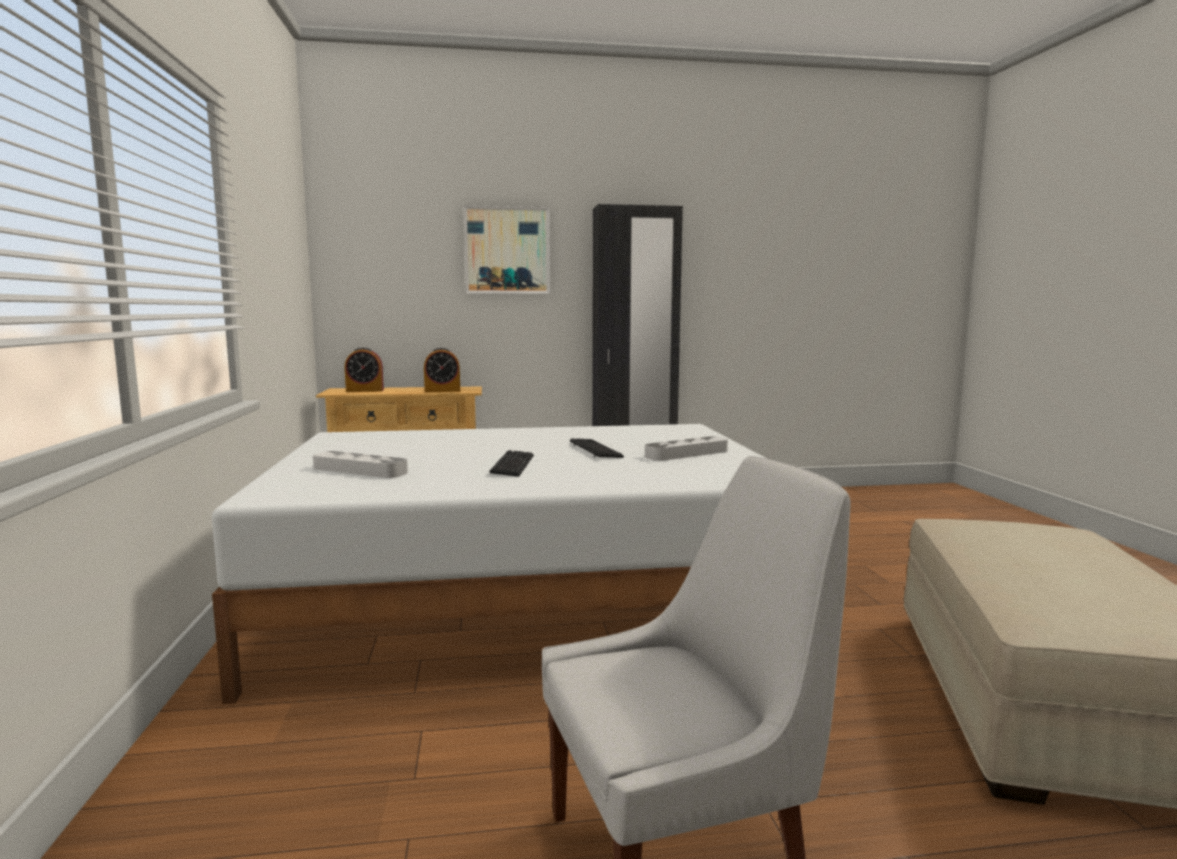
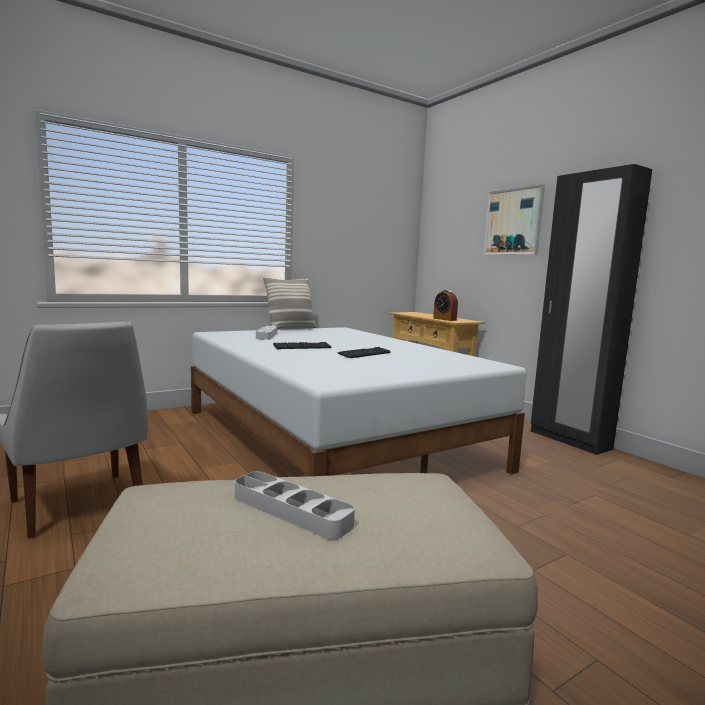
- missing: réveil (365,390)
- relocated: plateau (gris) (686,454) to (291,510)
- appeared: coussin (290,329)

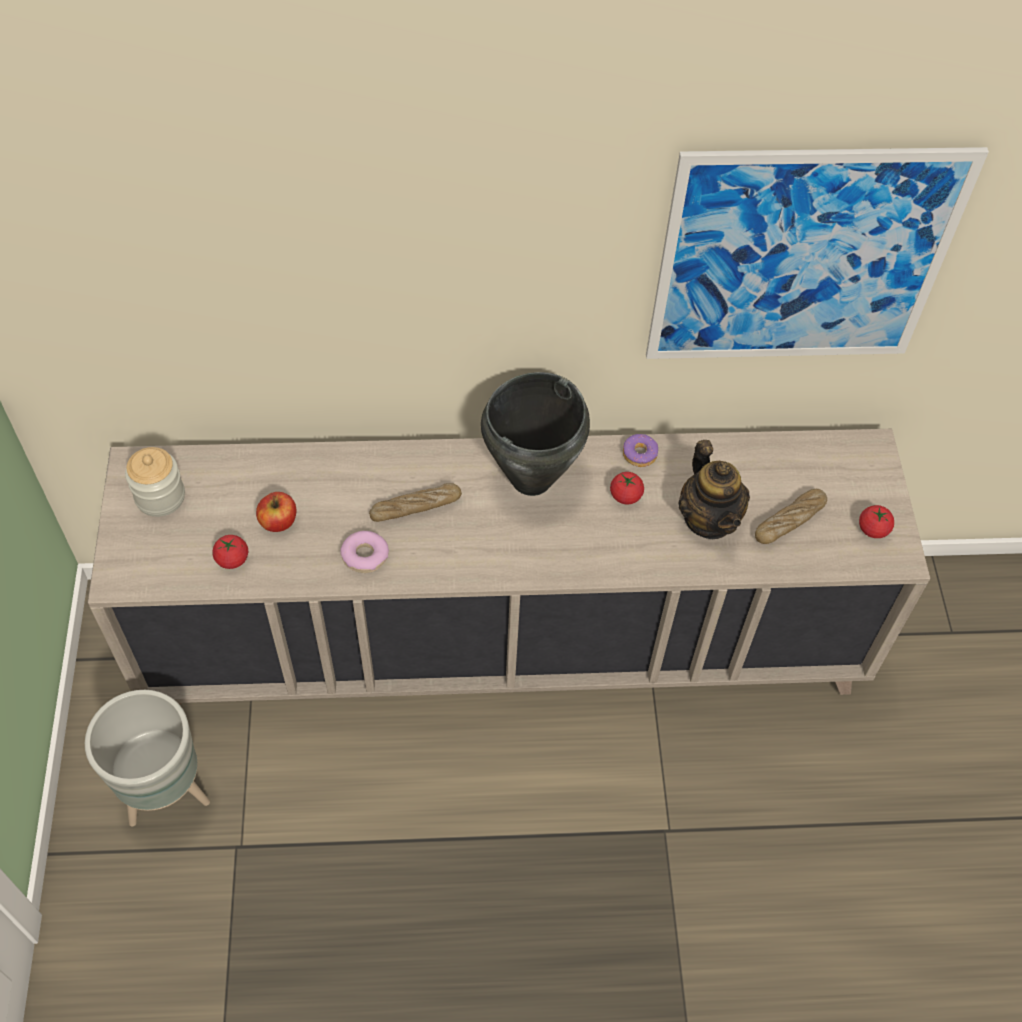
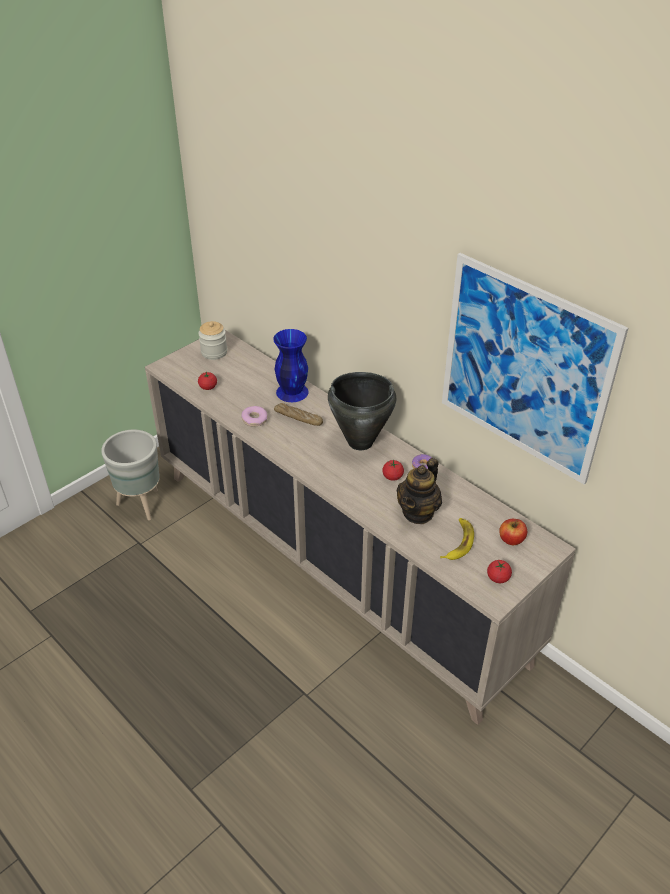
- exchanged: pain (789,520) to banane (458,542)
- relocated: pomme (278,521) to (511,539)
- appeared: vase (bleu) (291,392)

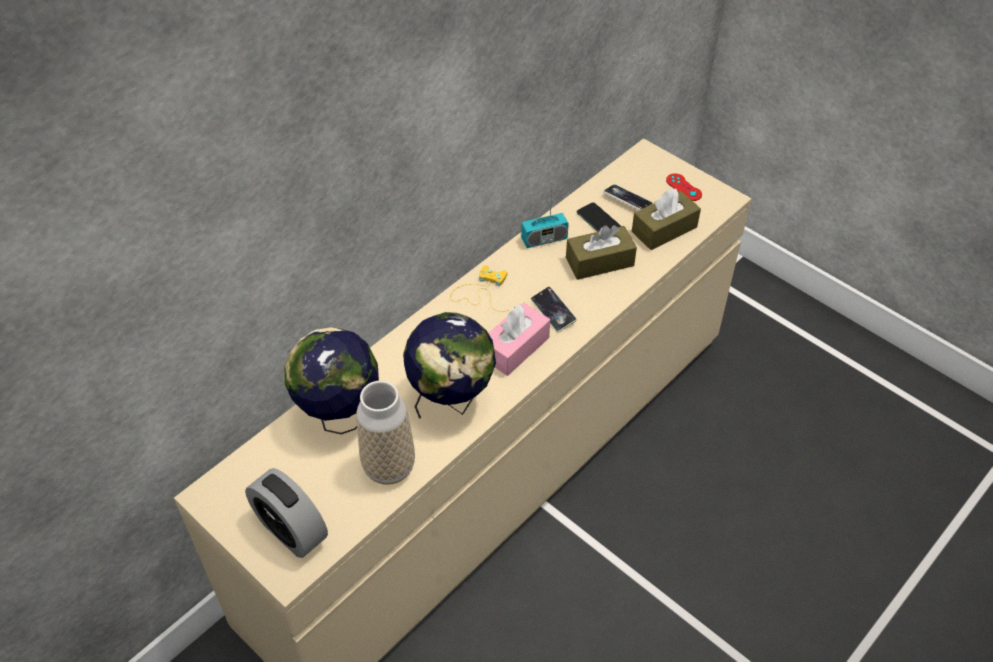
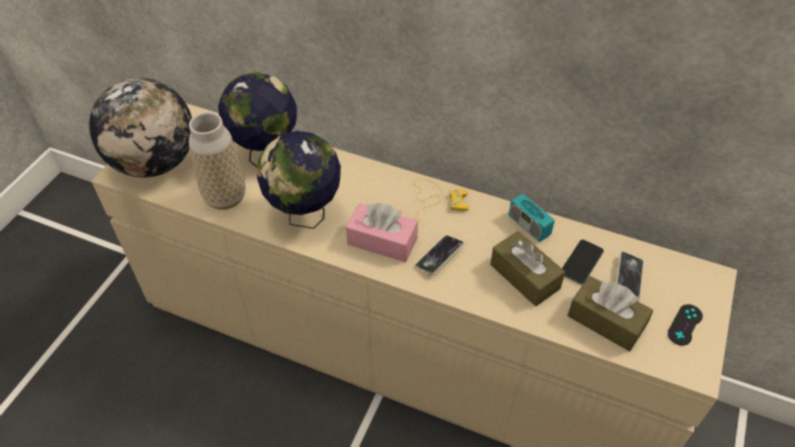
- colour: manette (rouge) (683,187) to manette (noir) (685,325)
- exchanged: réveil (291,530) to globe (155,163)

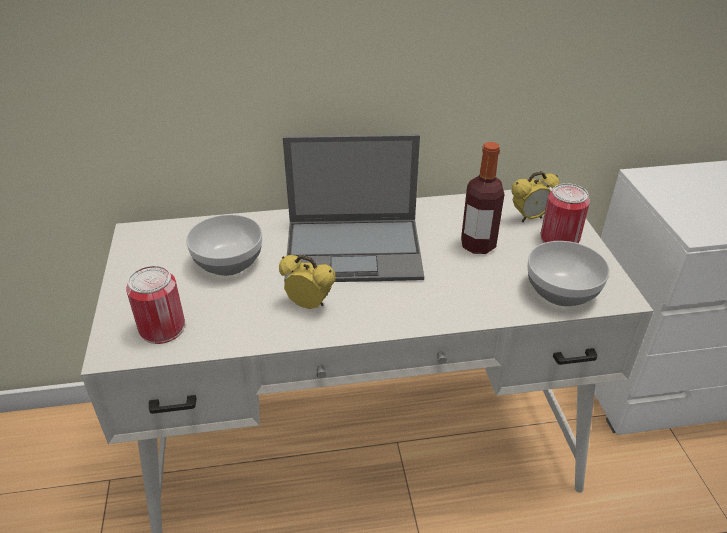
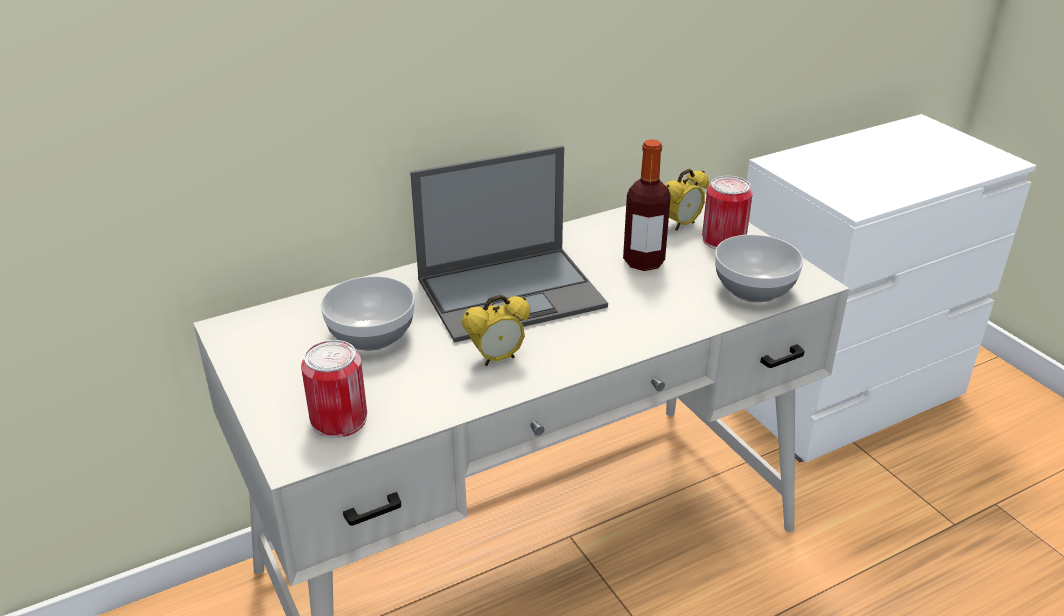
- spun: réveil (309,305) = (497,358) 150 degrees clockwise

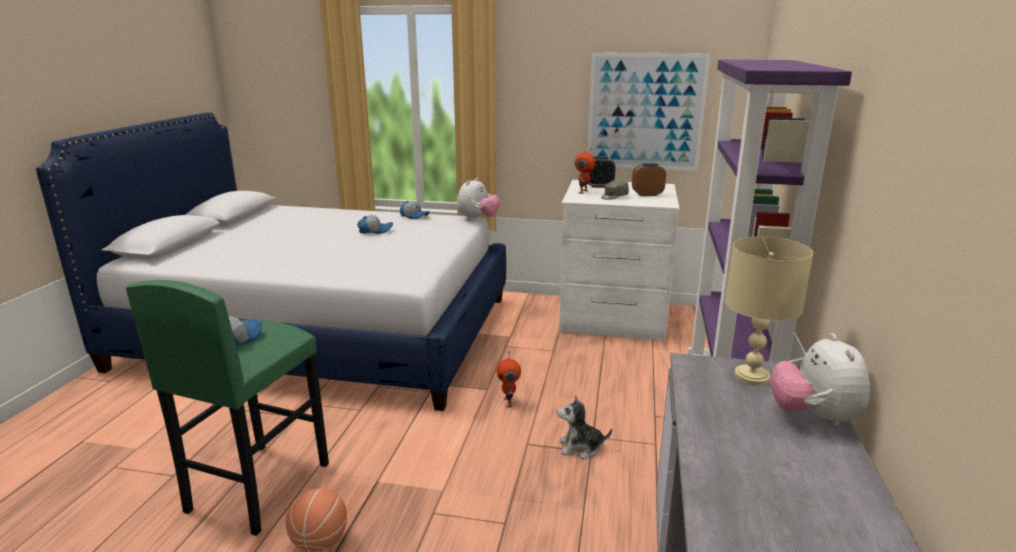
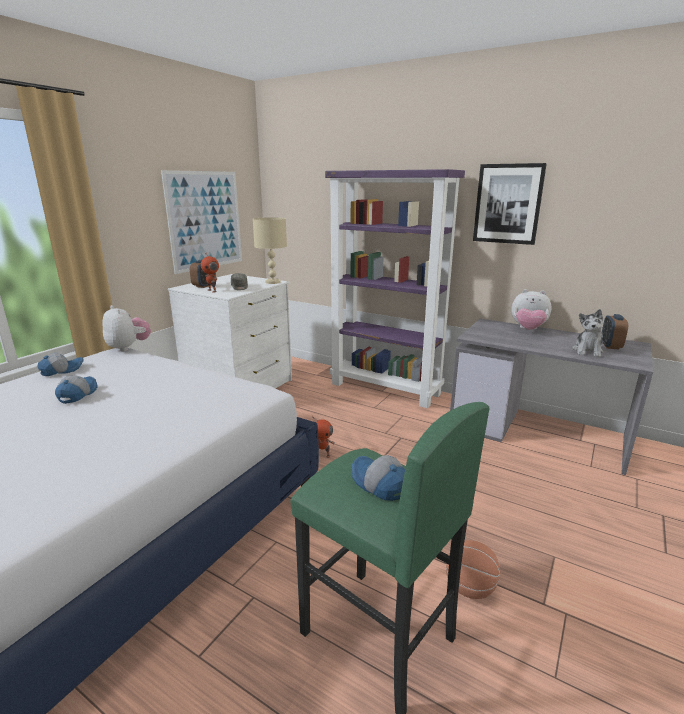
- relocated: réveil (647,194) to (610,346)
- relocated: lampe de table (beige) (751,376) to (272,282)
- relocated: peluche (580,448) to (587,351)
- appeared: tableau (508,204)

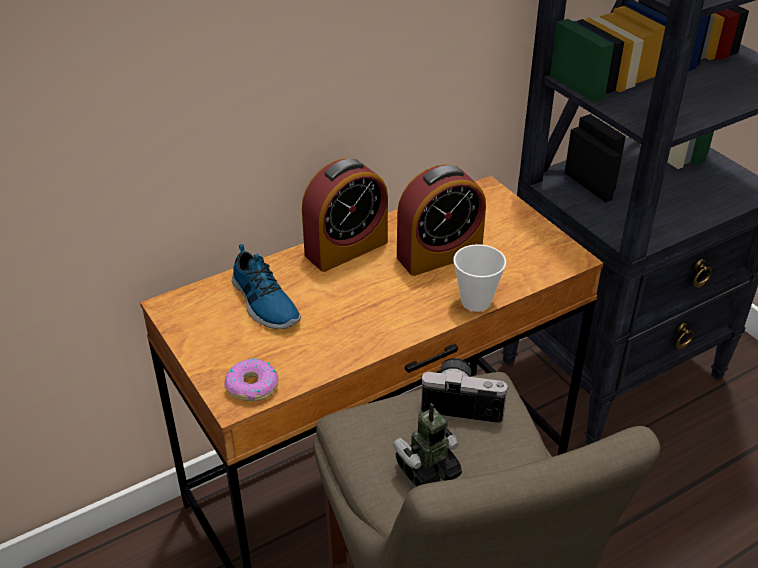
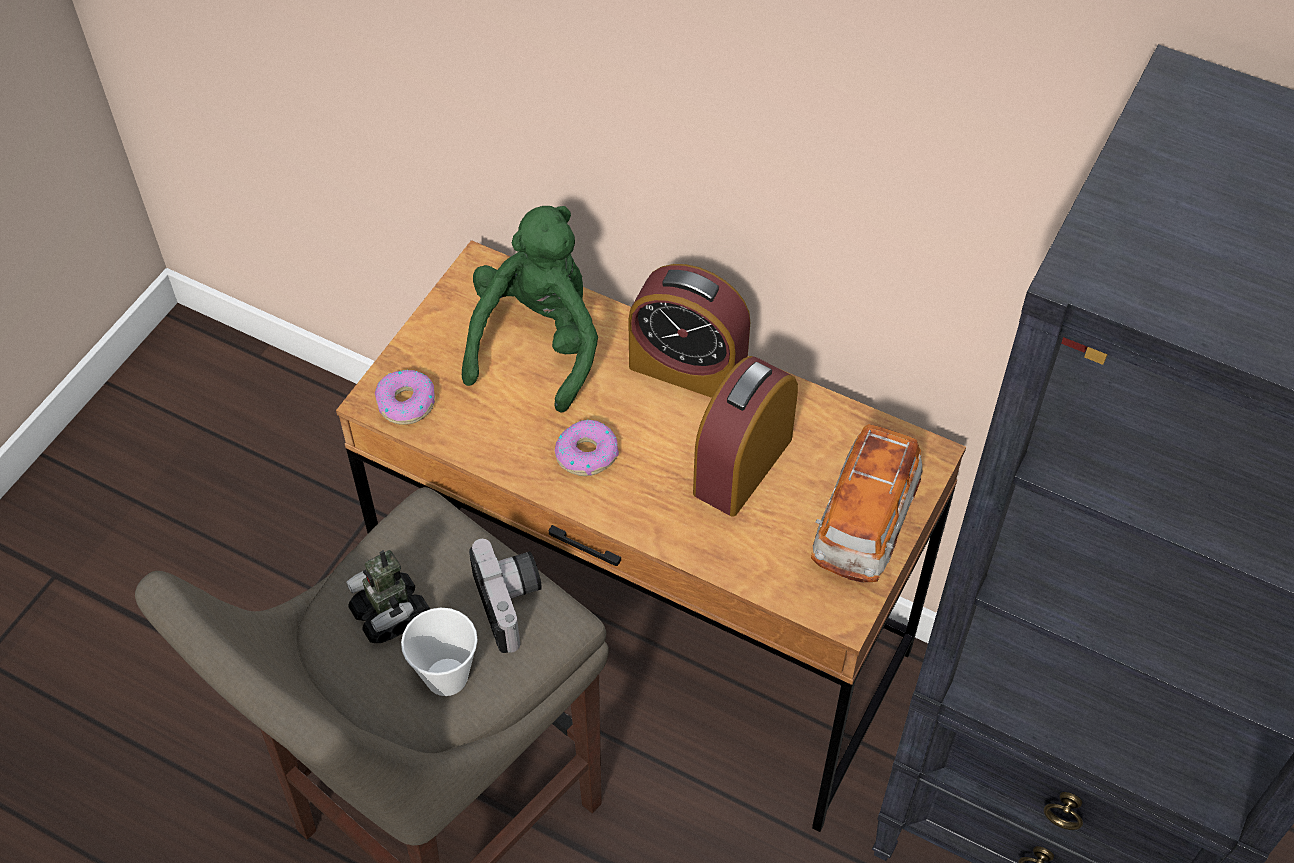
- spun: réveil (439,255) = (743,465) 90 degrees clockwise
- exchanged: chaussure (263,303) to peluche (vert) (538,343)
- relocated: tasse (476,302) to (446,677)
- spun: robot jouet (428,470) = (390,614) 150 degrees counterclockwise
- appeared: beignet (586,454)
- appeared: petite voiture (864,522)

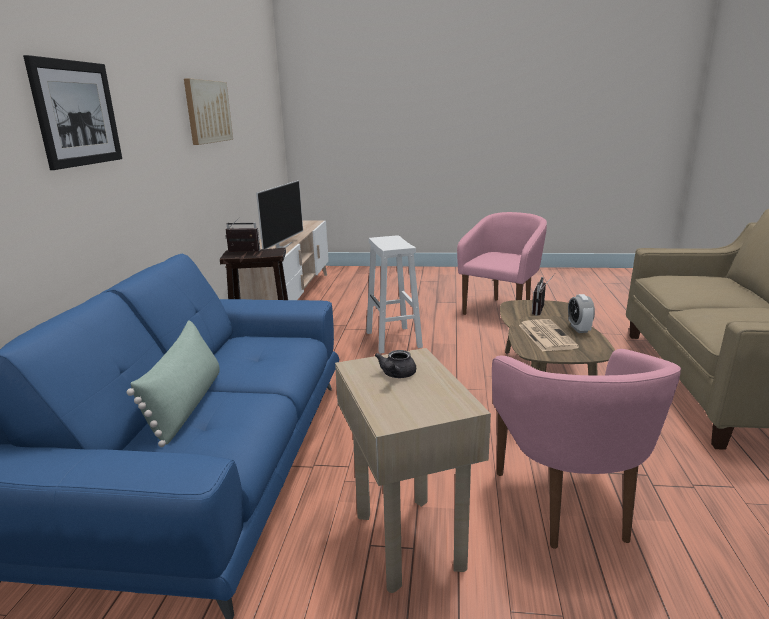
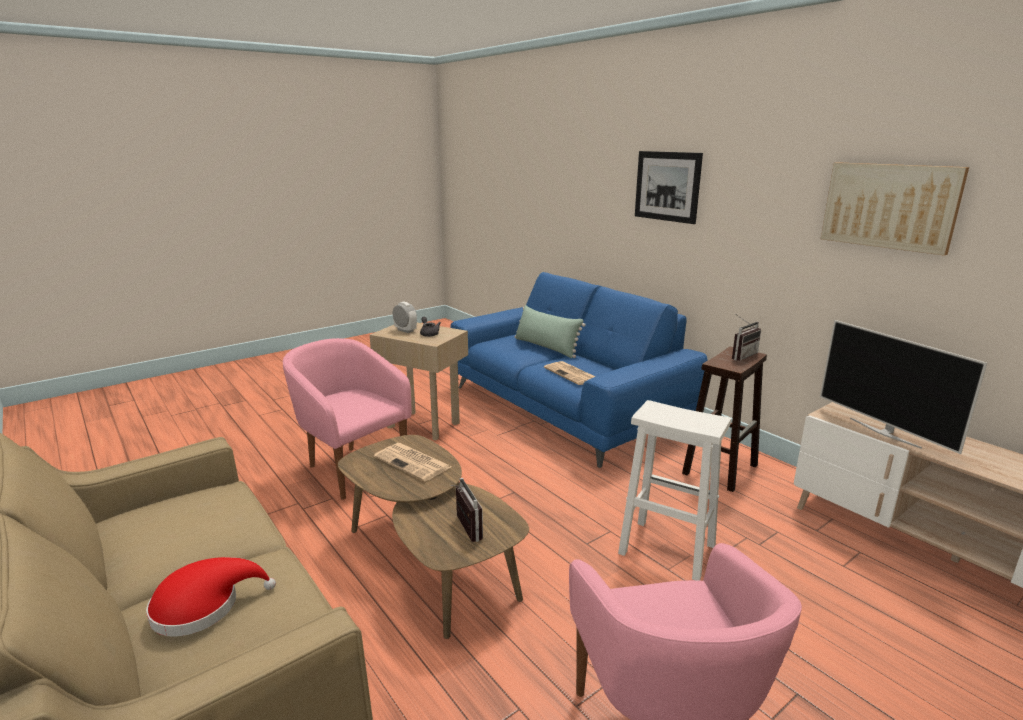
- relocated: réveil (579,329) to (405,330)
- appeared: journal (572,374)
- appeared: chapeau (rouge) (203,606)

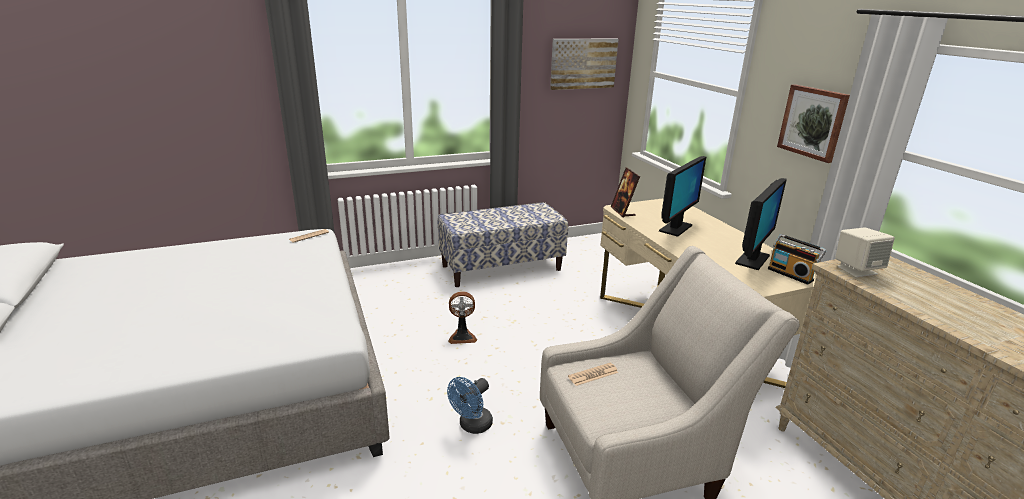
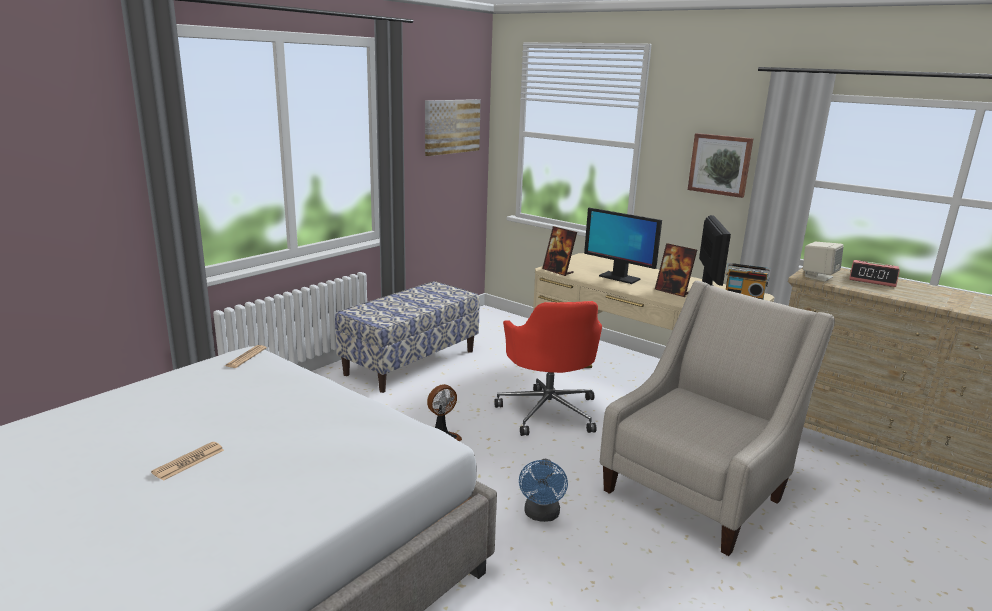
- spun: écran d'ordinateur (675,228) = (619,278) 120 degrees clockwise
- relocated: journal (593,375) to (189,461)
- appeared: cadre photo (672,292)
- appeared: réveil (872,280)
- appeared: chaise de bureau (rouge) (548,411)

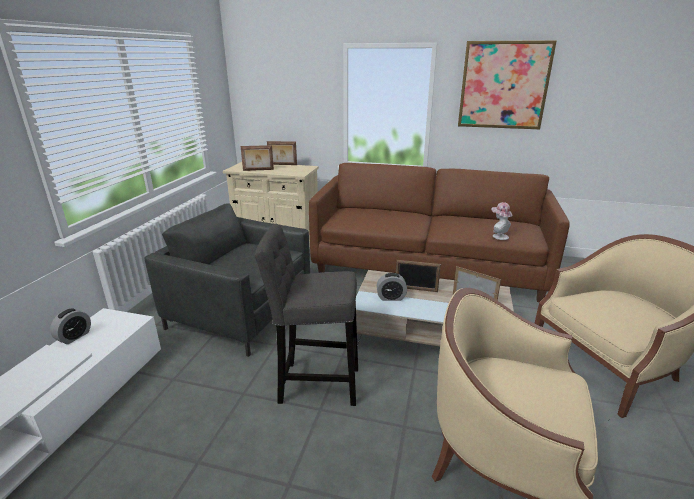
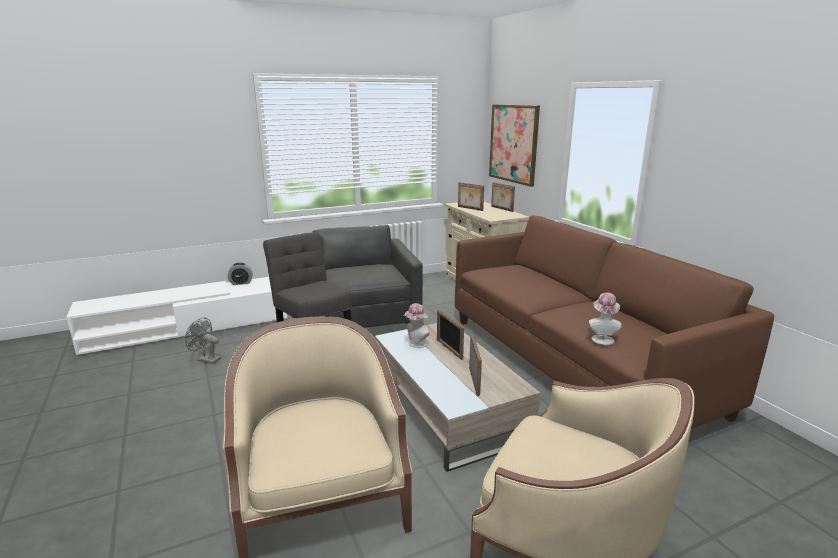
- relocated: tableau (503,85) to (513,143)
- exchanged: réveil (391,297) to chapeau (416,344)
- appeared: ventilateur (gris) (206,359)

